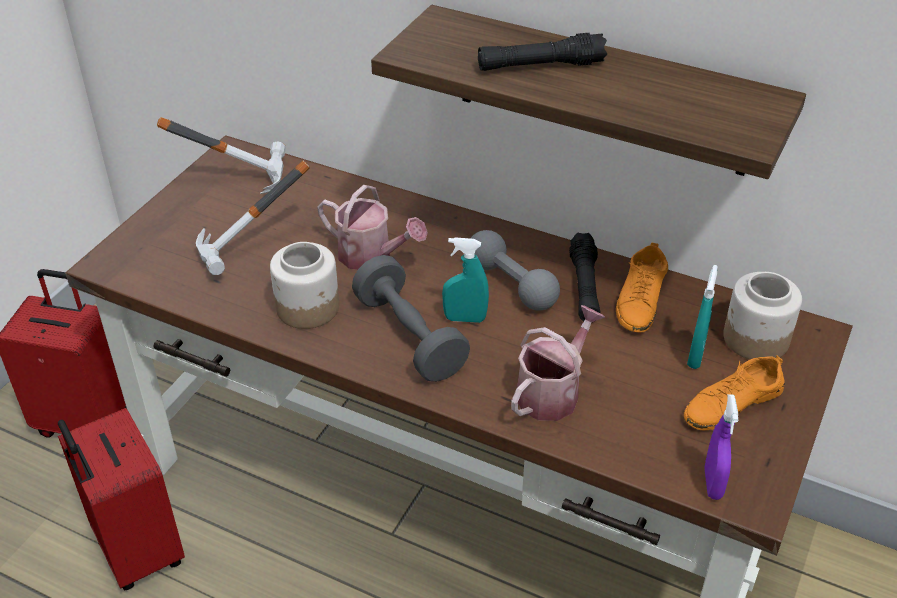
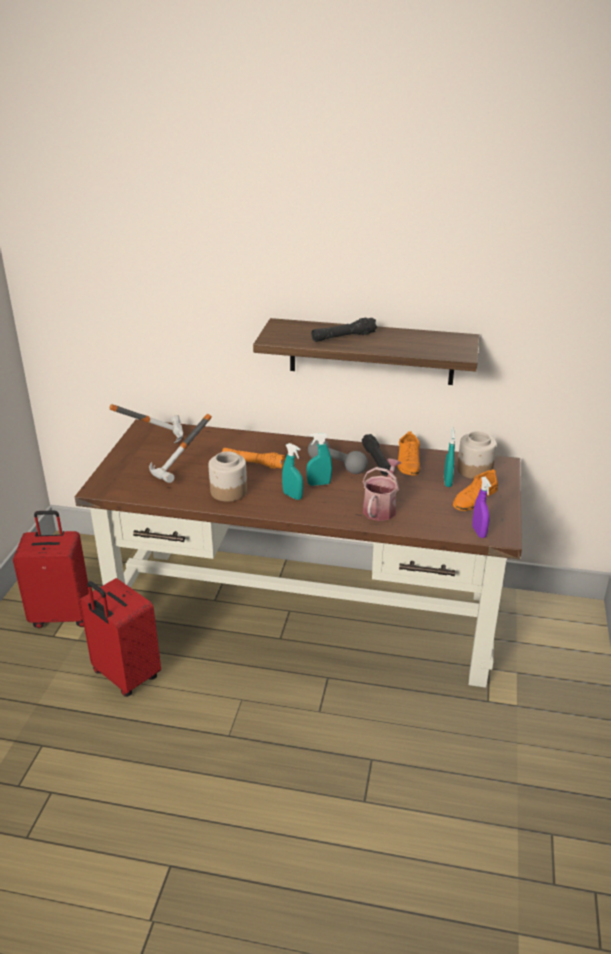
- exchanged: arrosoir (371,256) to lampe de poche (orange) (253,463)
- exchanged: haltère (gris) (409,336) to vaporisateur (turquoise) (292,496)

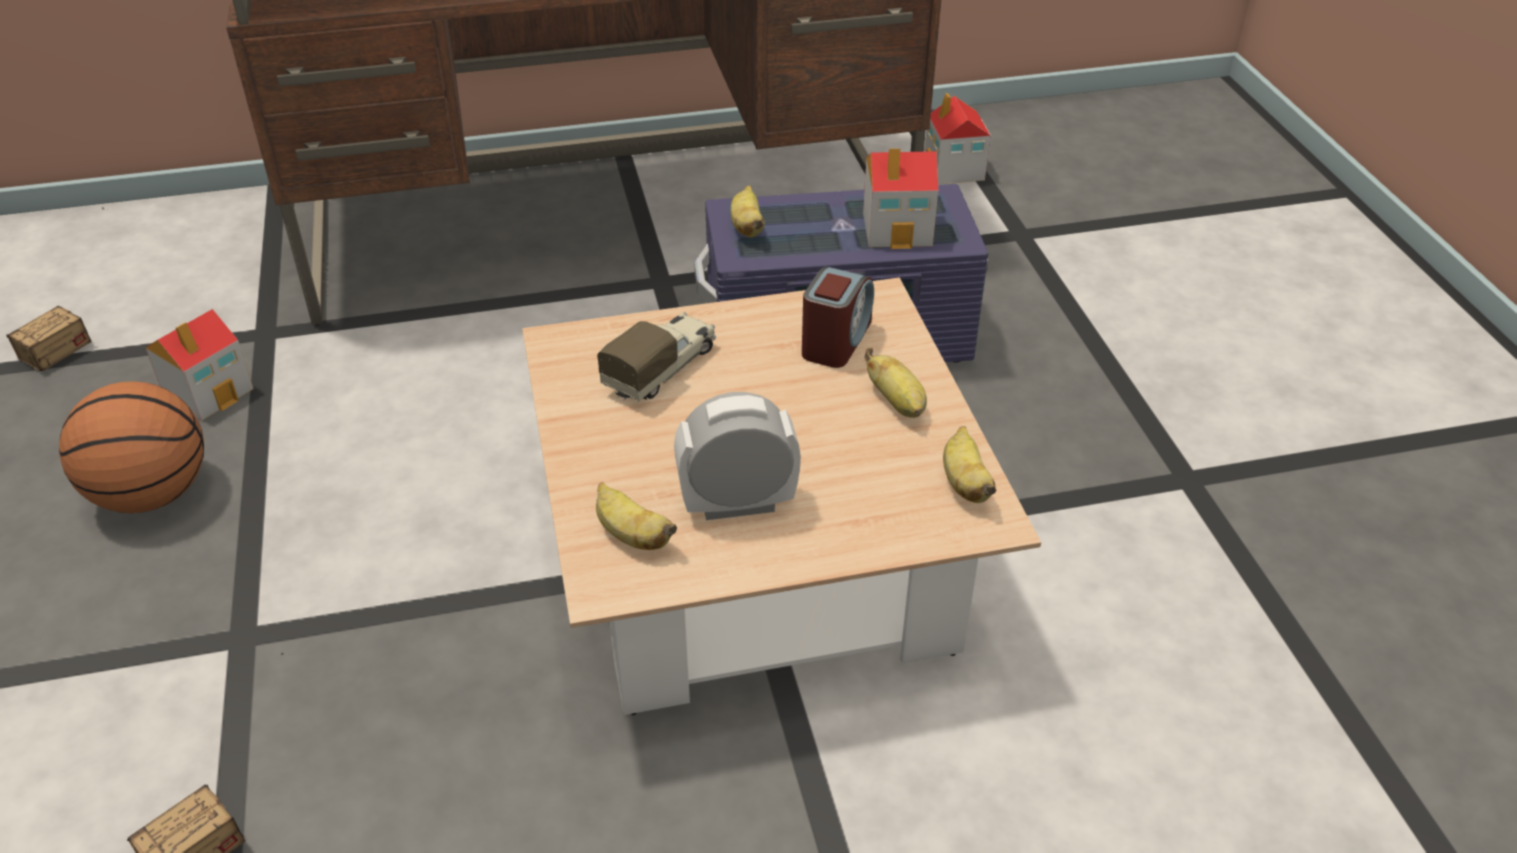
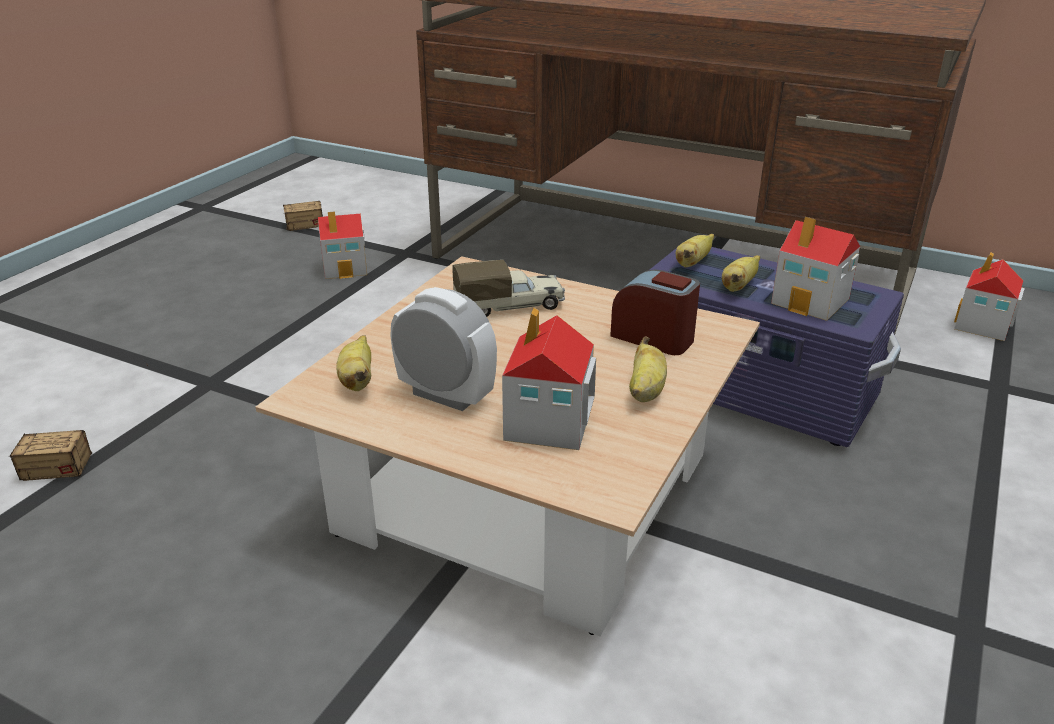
- spun: réveil (836,340) = (653,338) 120 degrees counterclockwise
- missing: ballon de basket (153,494)
- relocated: banane (964,483) to (738,286)
- appeared: maison miniature (548,424)

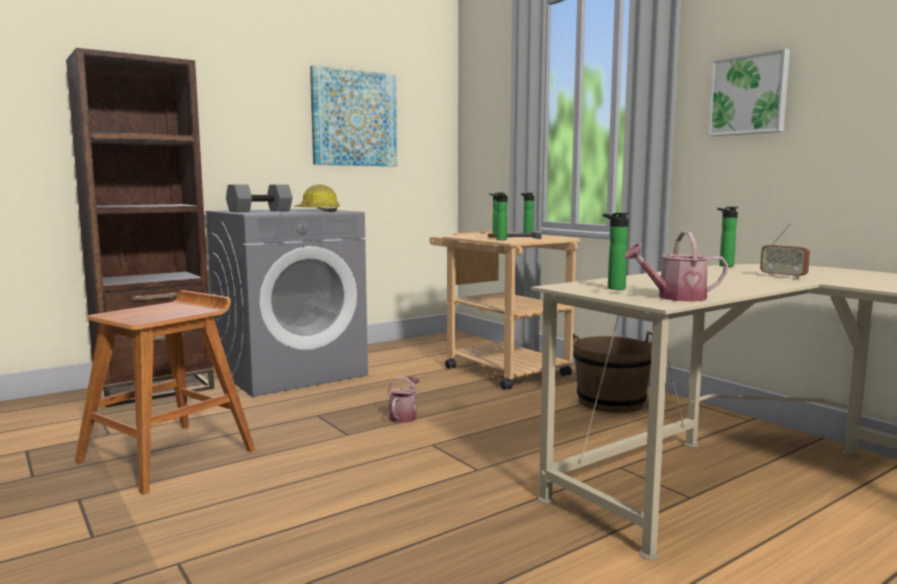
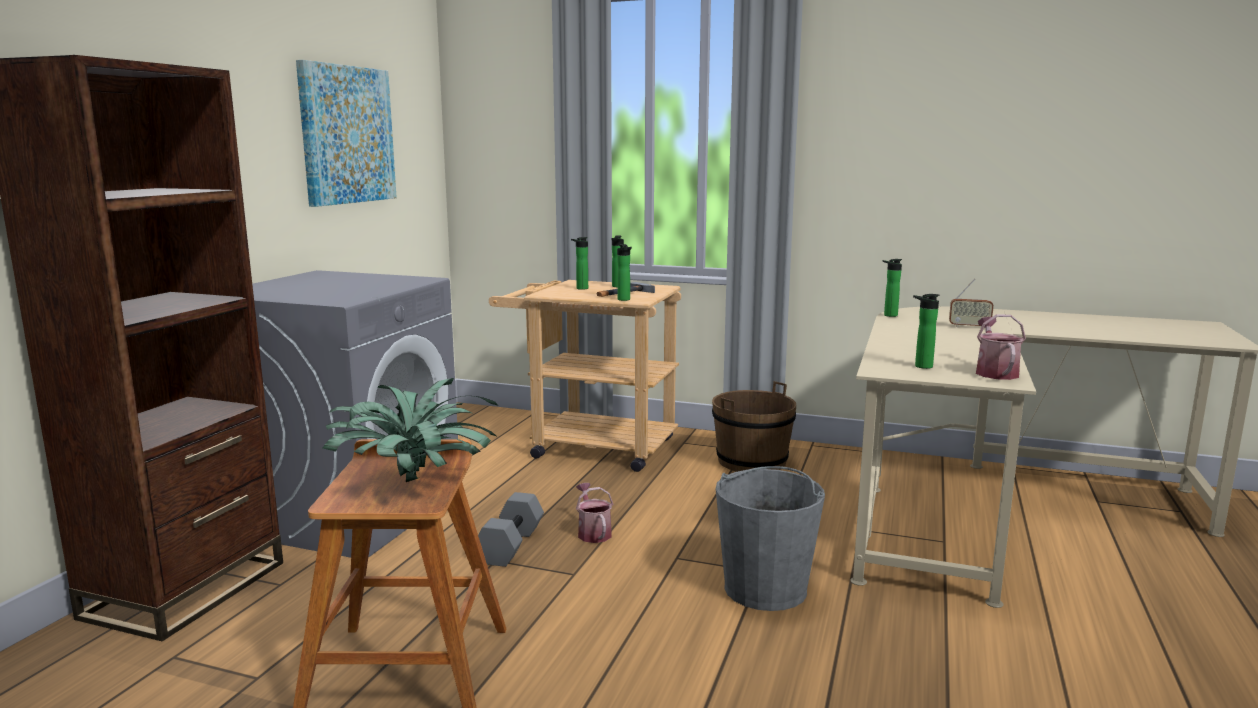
- missing: tableau (749,95)
- relocated: haltère (gris) (260,211) to (510,545)
- missing: casque de chantier (317,211)
- spun: arrosoir (675,297) = (995,372) 135 degrees clockwise
- appeared: plante en pot (417,483)
- appeared: seau (gris) (765,588)

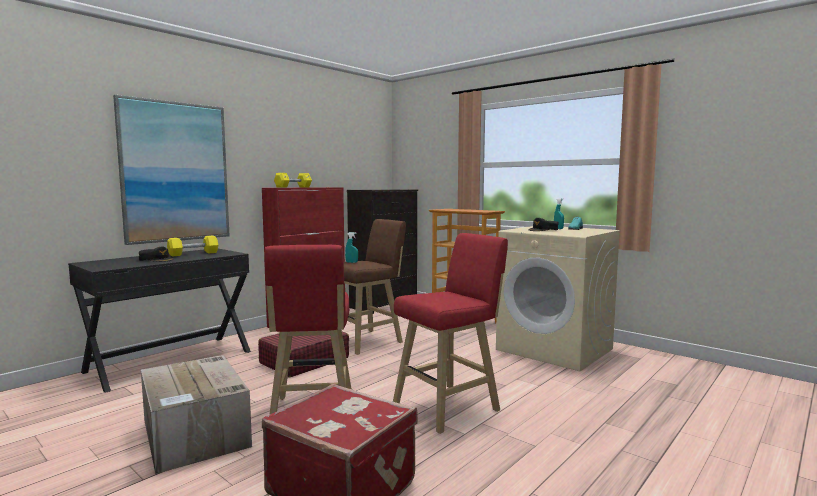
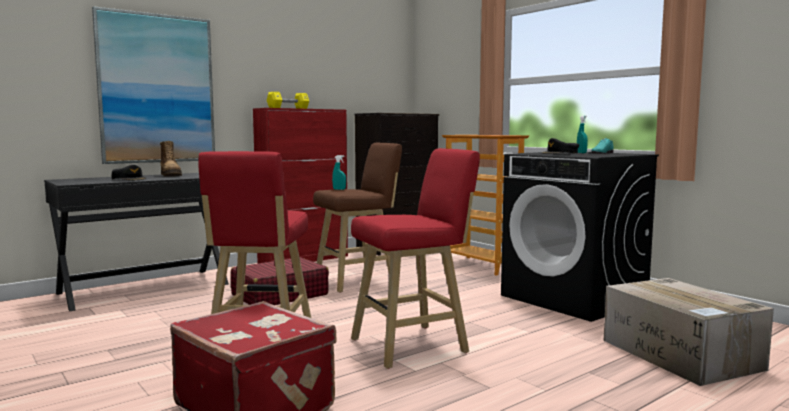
- colour: lave-linge (beige) (555,349) to lave-linge (noir) (574,299)
- exchanged: haltère (jaune) (193,254) to botte (171,176)
- relocated: carton (196,434) to (682,355)

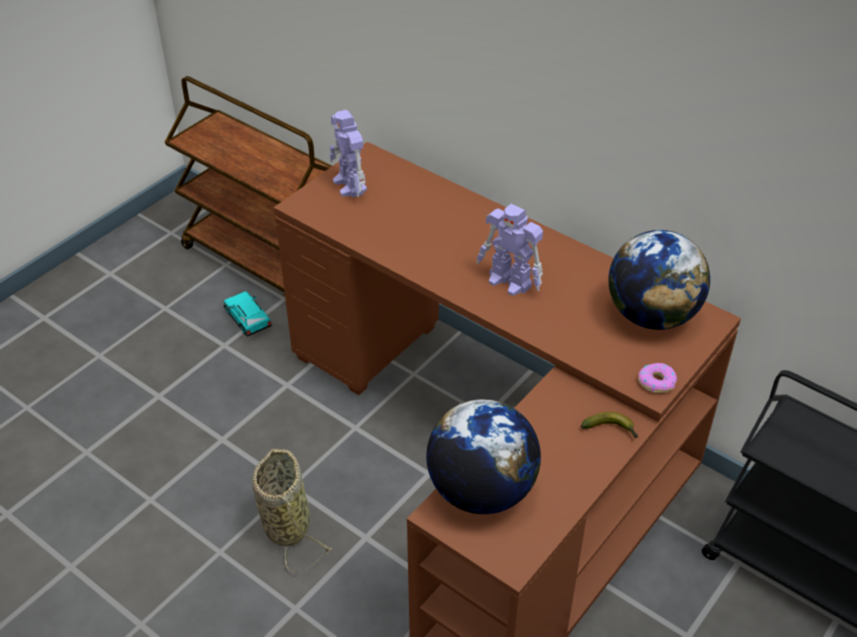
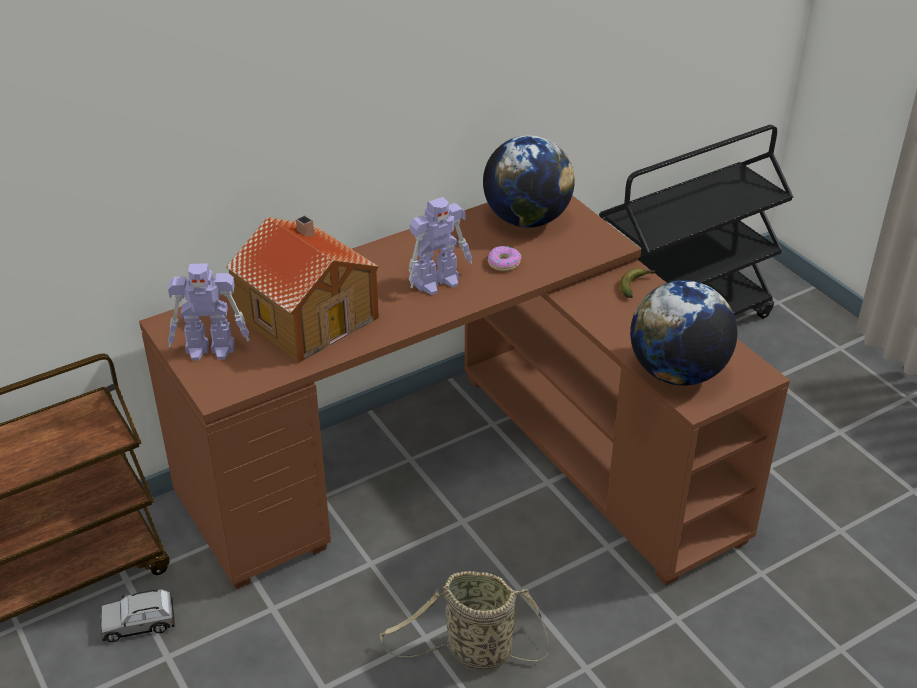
- colour: petite voiture (turquoise) (248,320) to petite voiture (gris) (139,623)
- relocated: beignet (656,382) to (503,263)
- appeared: maison miniature (307,315)

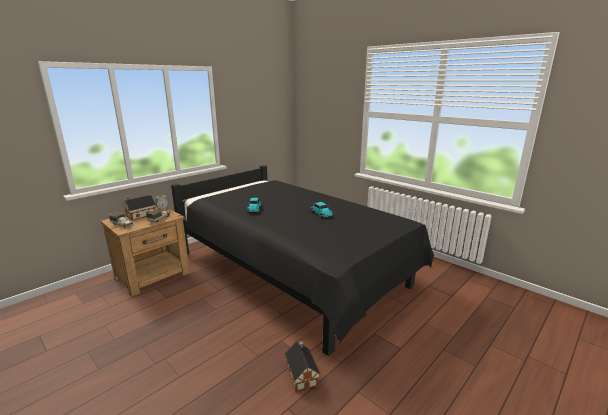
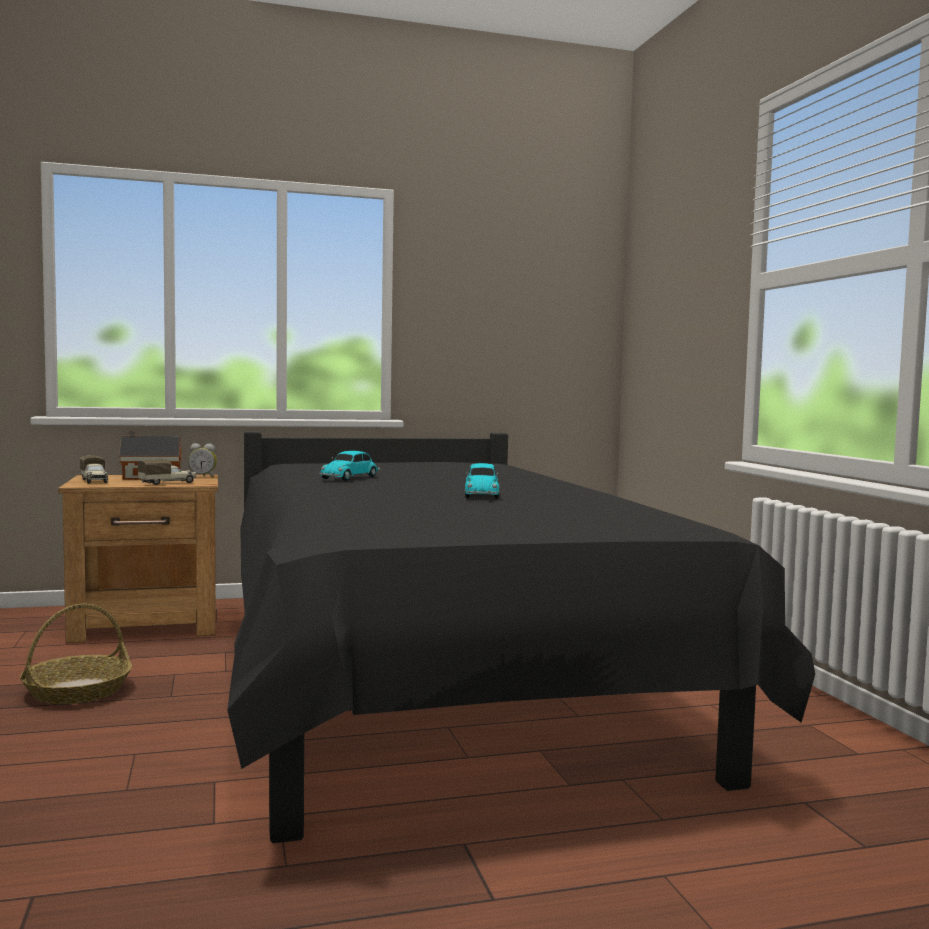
- missing: maison miniature (302,374)
- appeared: panier (78,691)

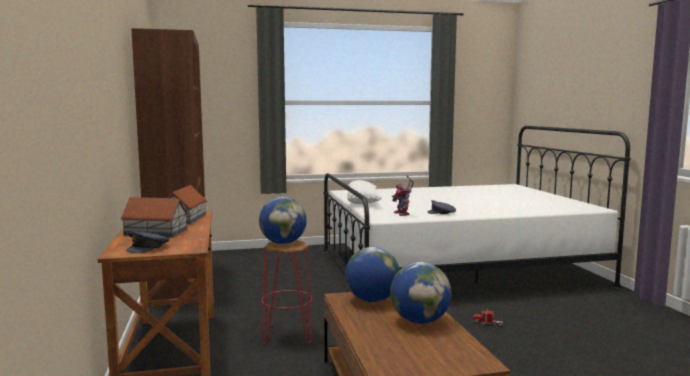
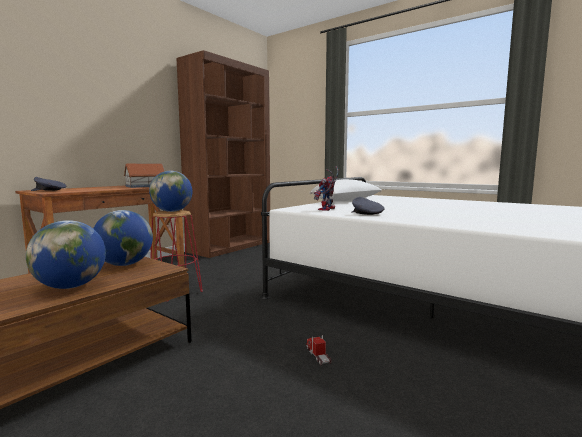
- missing: maison miniature (155,232)

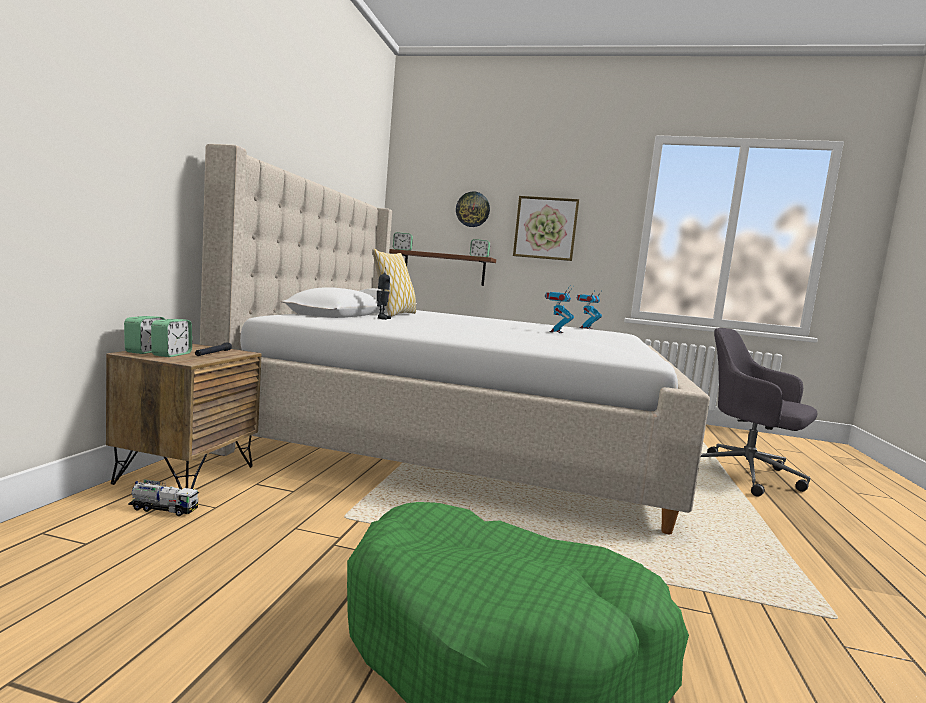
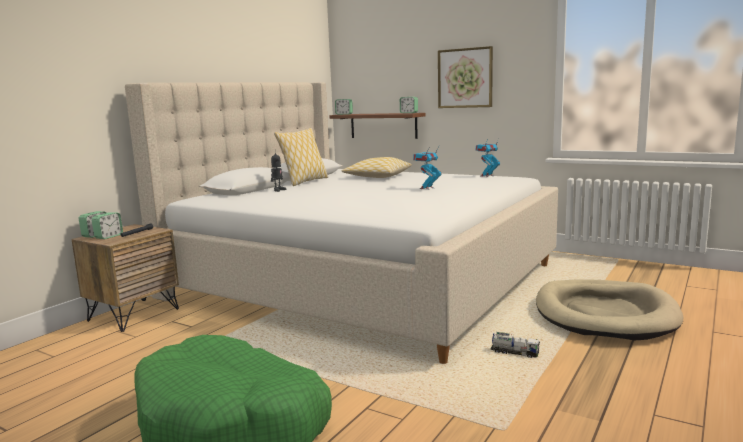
- missing: horloge murale (473,209)
- exchanged: chaise de bureau (gris) (747,475) to panier pour chien (beige) (604,314)
- relocated: camion jouet (163,509) to (514,353)
- appeared: coussin (377,176)

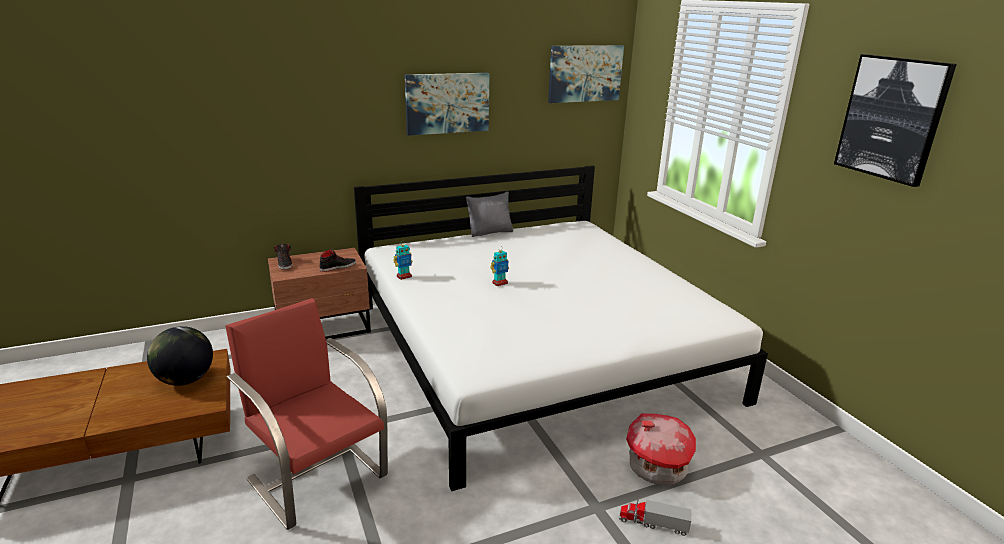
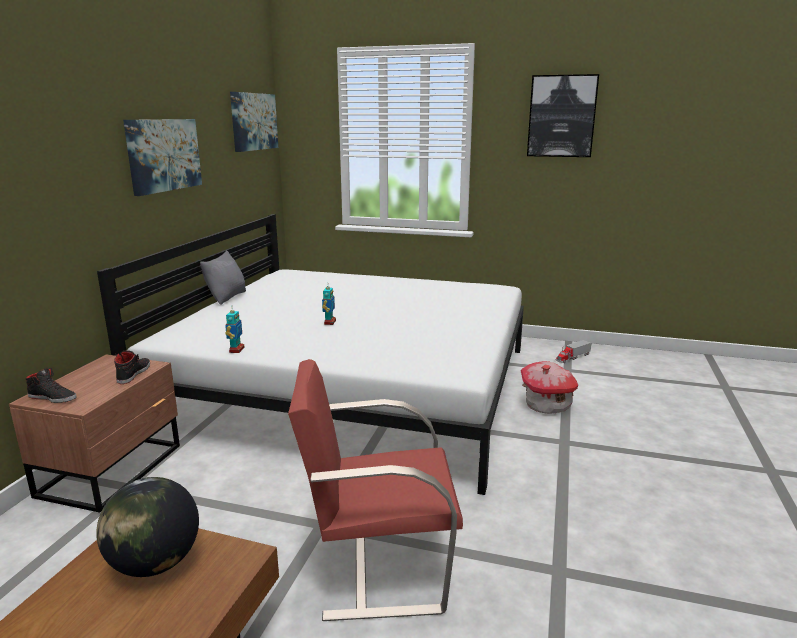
- relocated: camion jouet (653,523) to (572,357)

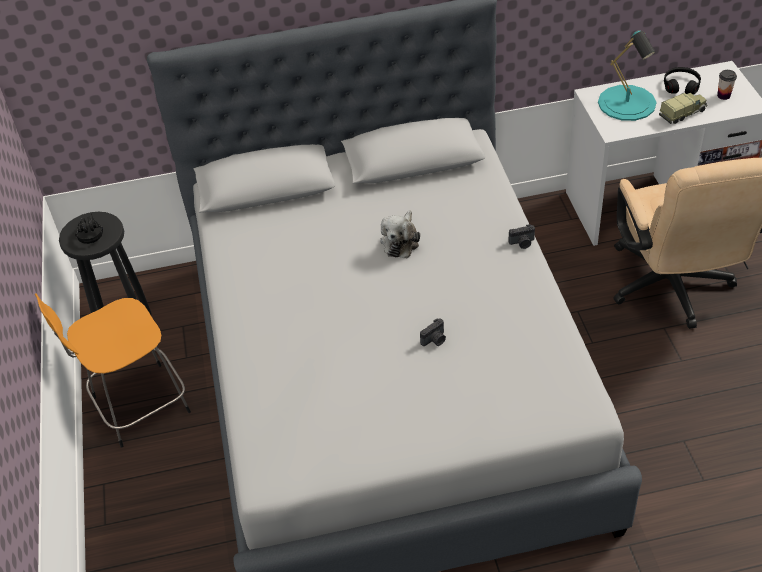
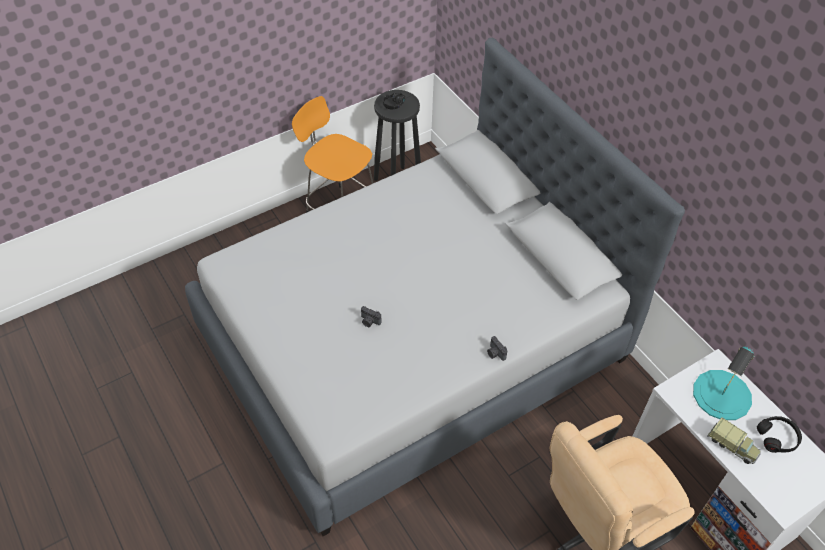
- missing: tasse (723,96)
- missing: peluche (401,241)

